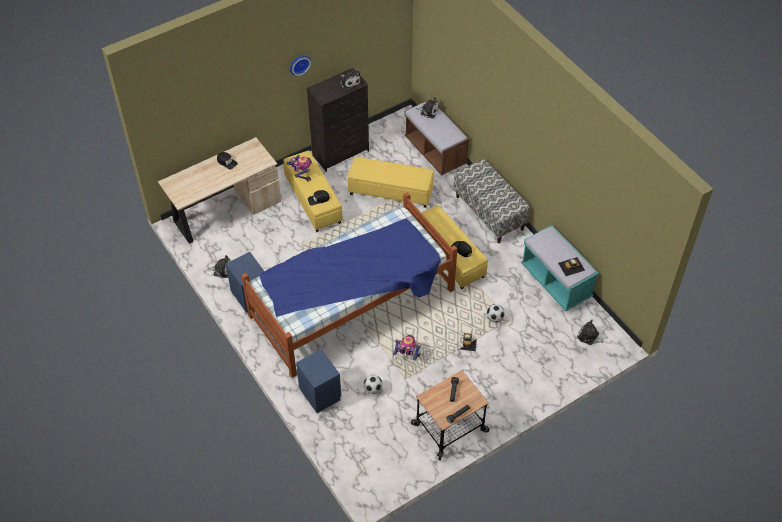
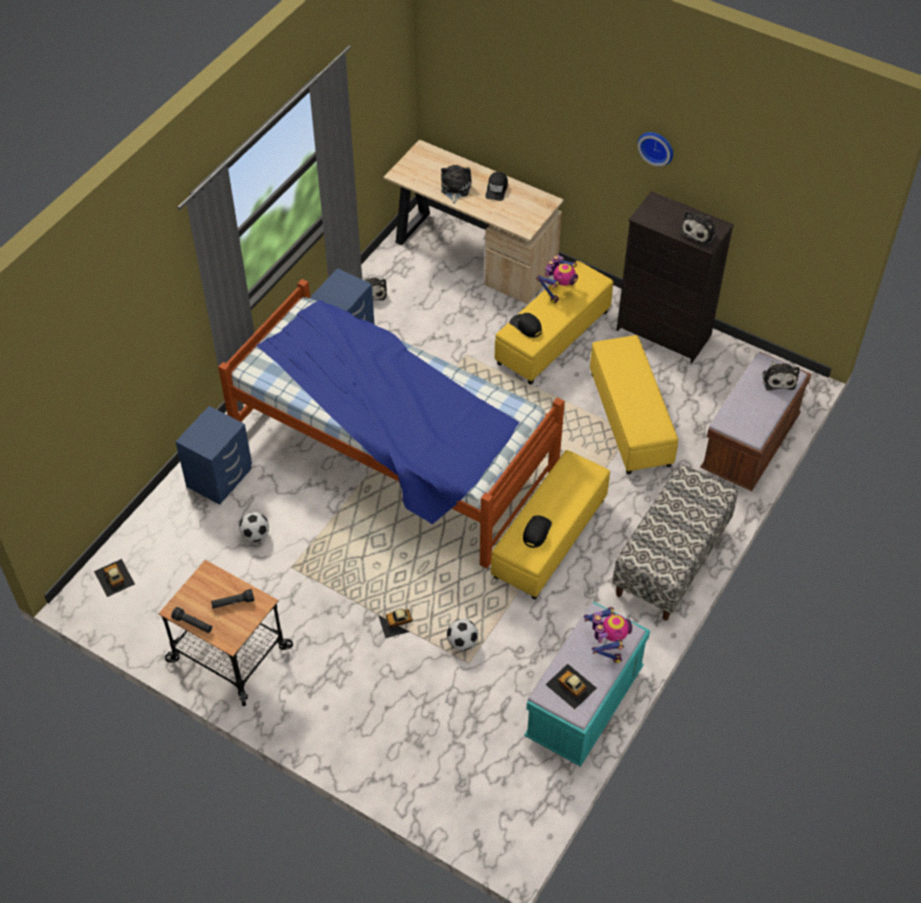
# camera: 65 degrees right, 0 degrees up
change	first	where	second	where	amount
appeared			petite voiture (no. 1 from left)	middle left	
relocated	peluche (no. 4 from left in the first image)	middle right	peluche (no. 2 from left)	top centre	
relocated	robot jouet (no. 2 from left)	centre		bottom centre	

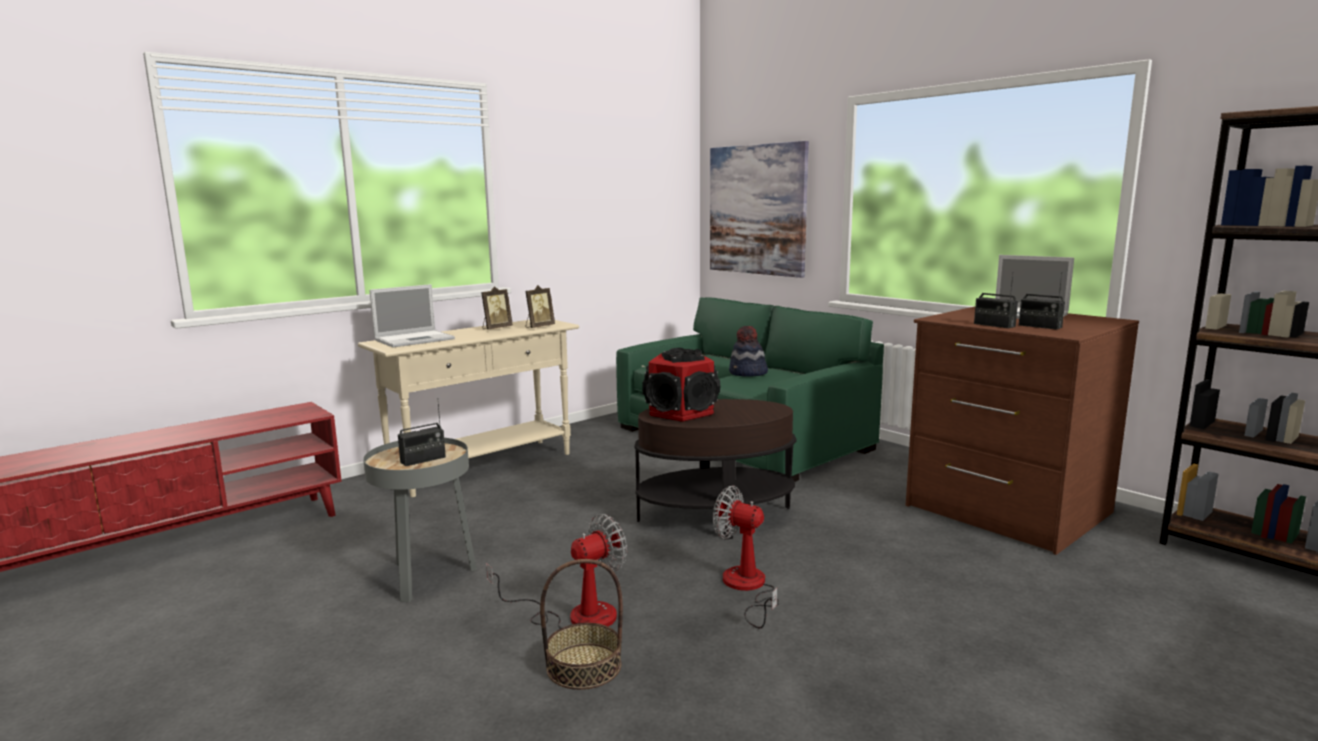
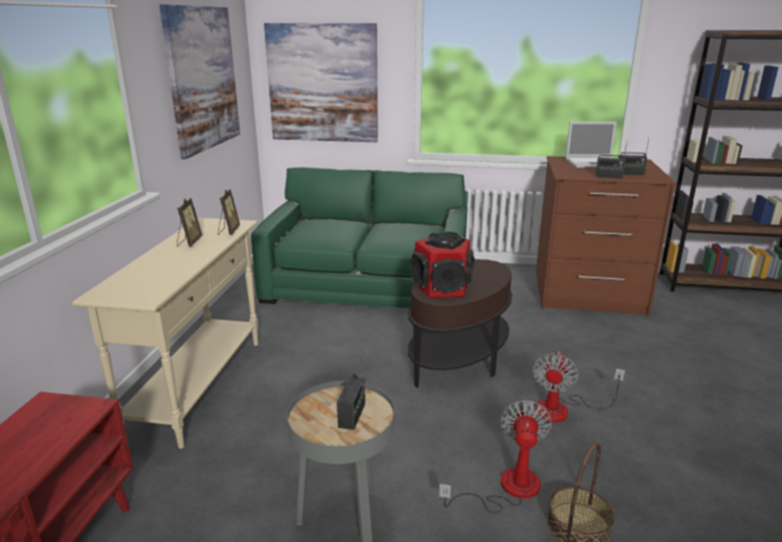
# camera: 40 degrees left, 10 degrees up
change	first	where	second	where	amount
appeared			tableau (no. 1 from left)	top left	
spun	ventilateur (no. 2 from left)	bottom centre		bottom right	60 degrees counterclockwise
missing	ordinateur portable (no. 1 from left)	middle left			
missing	chapeau	centre			

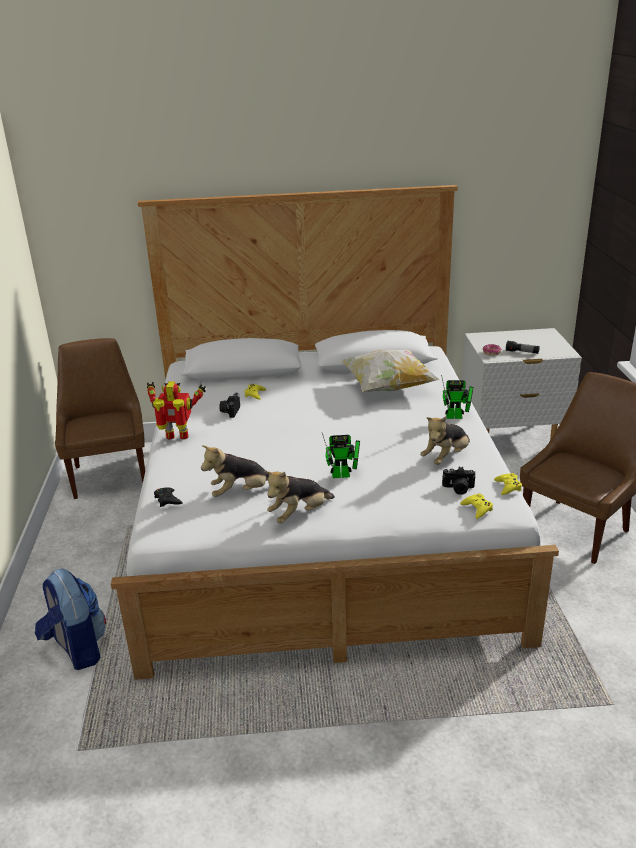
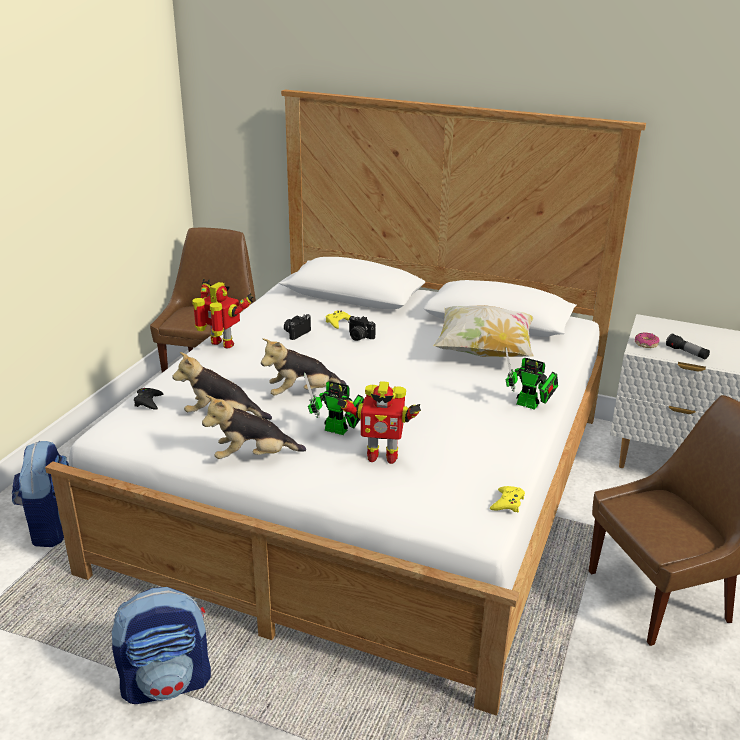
# camera: 25 degrees right, 0 degrees up
change	first	where	second	where	amount
appeared			sac à dos (no. 2 from left)	bottom left	
relocated	peluche (no. 3 from left)	middle right		centre	
appeared			robot jouet (no. 3 from left)	centre	
relocated	appareil photo (no. 2 from left)	middle right		centre	
missing	manette/jaune (no. 2 from left)	middle right			

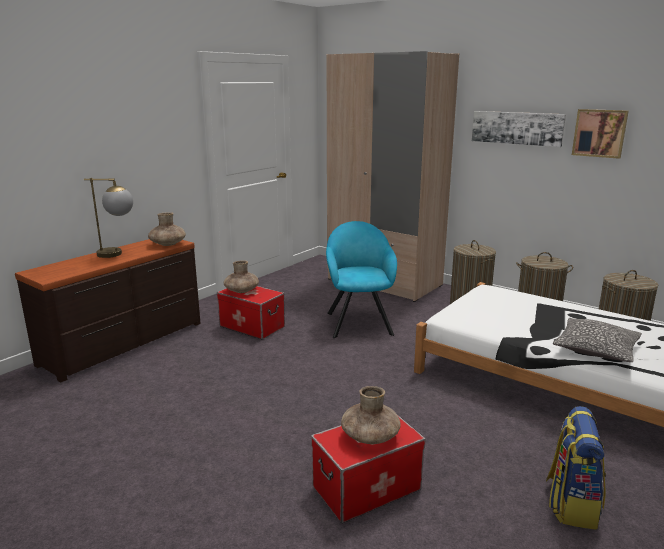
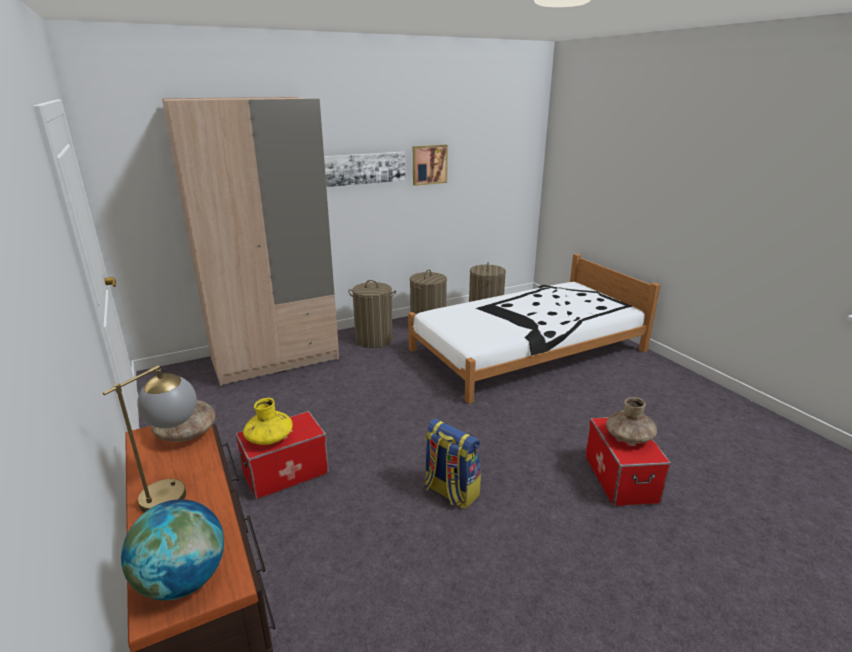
# camera: 65 degrees left, 5 degrees up
change	first	where	second	where	amount
appeared			globe	bottom left	
colour	vase/marron (no. 2 from left)	centre	vase/jaune	middle left	
relocated	sac à dos	bottom right		bottom centre	
missing	fauteuil/turquoise	centre			
missing	coussin	middle right			

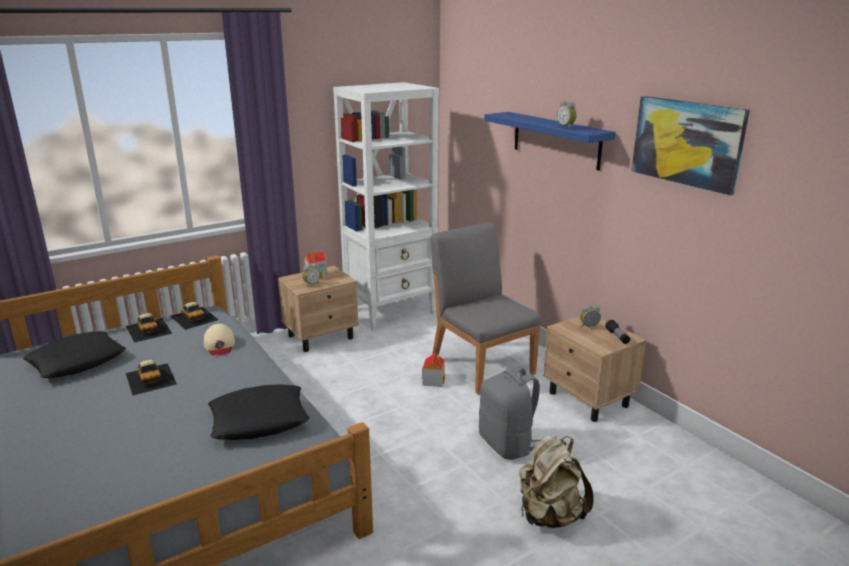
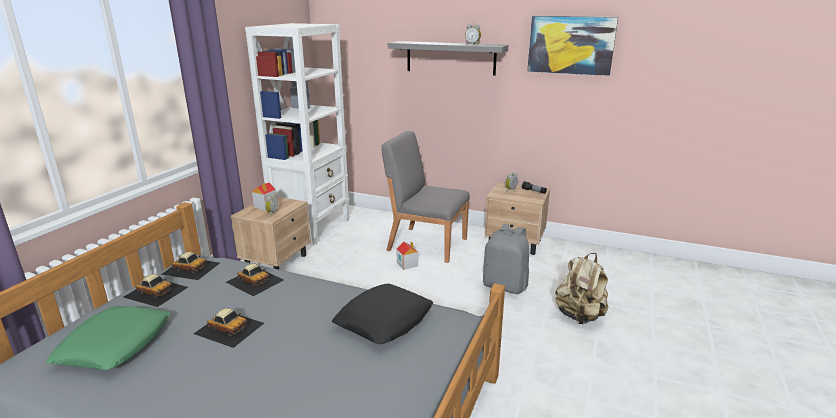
# camera: 35 degrees left, 0 degrees up
change	first	where	second	where	amount
colour	coussin/noir (no. 1 from left)	middle left	coussin/vert	bottom left	
exchanged	casquette/beige	middle left	petite voiture (no. 4 from left)	bottom left	
colour	étagère/bleu	top centre	étagère/gris	top centre	

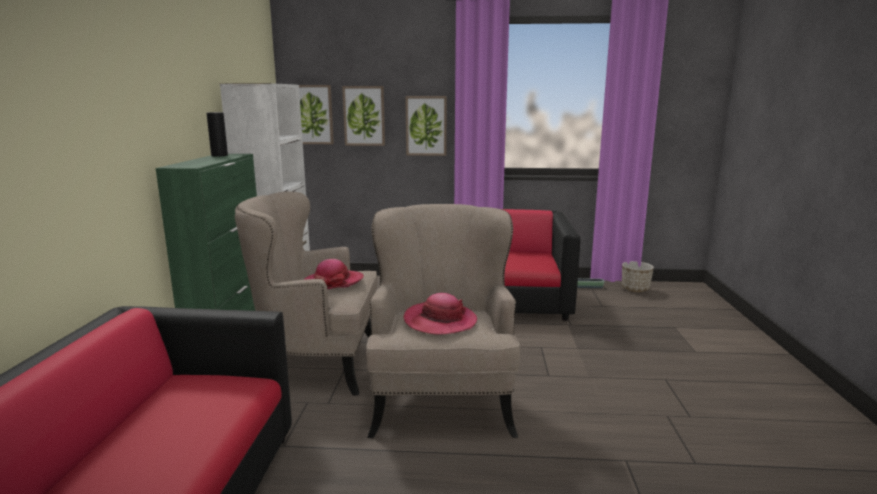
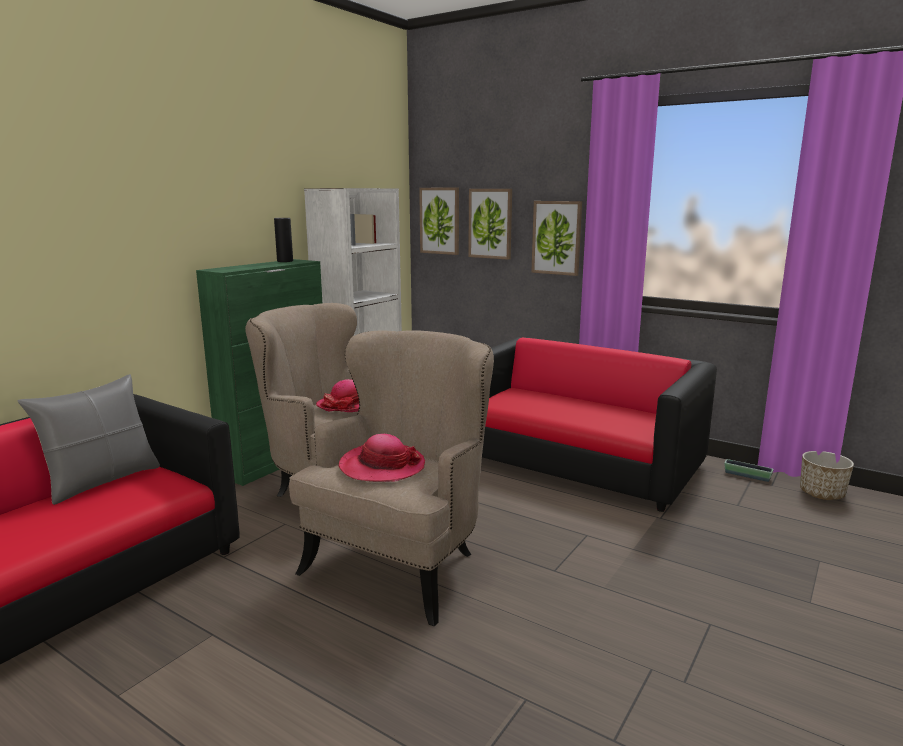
# camera: 30 degrees right, 0 degrees up
change	first	where	second	where	amount
appeared			coussin/gris	middle left	

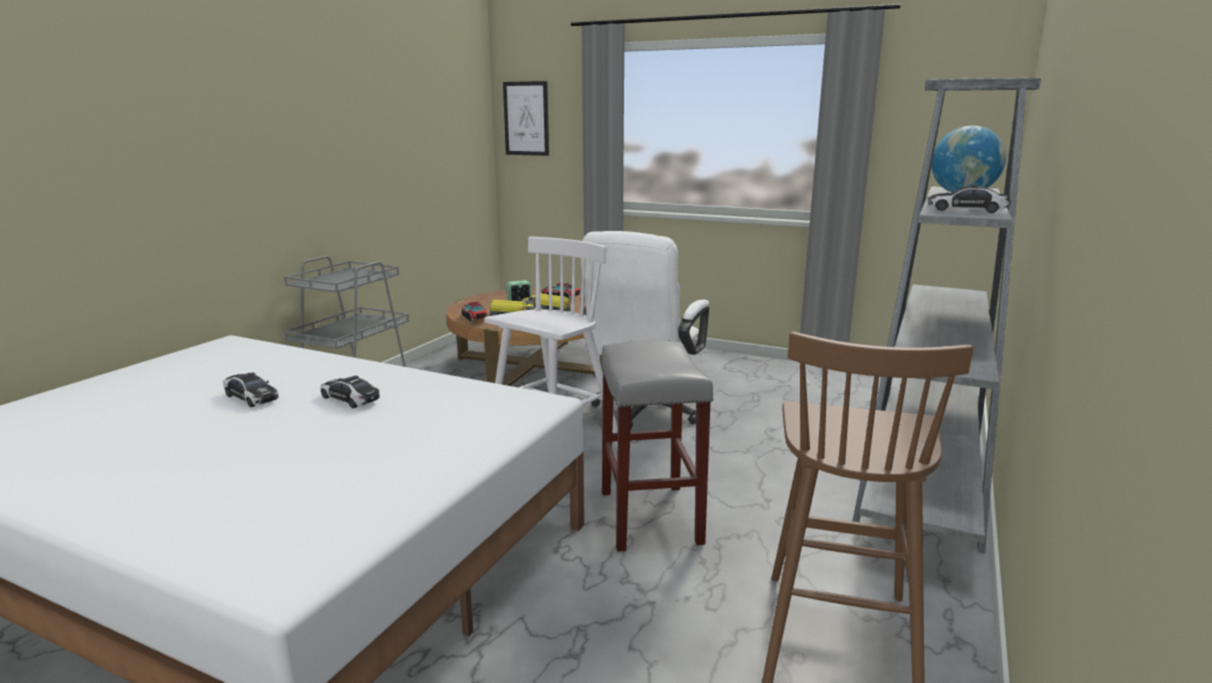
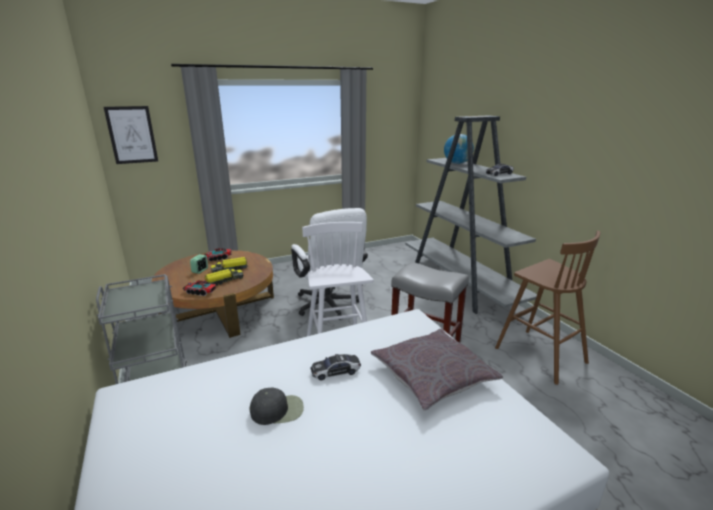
# camera: 50 degrees left, 5 degrees up
change	first	where	second	where	amount
exchanged	petite voiture (no. 1 from left)	middle left	casquette/noir	bottom centre	
appeared			coussin/gris	bottom centre	

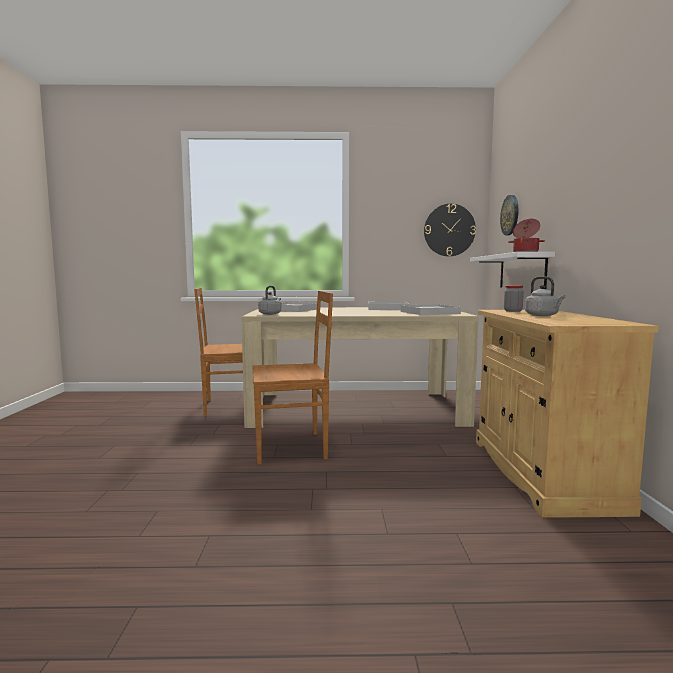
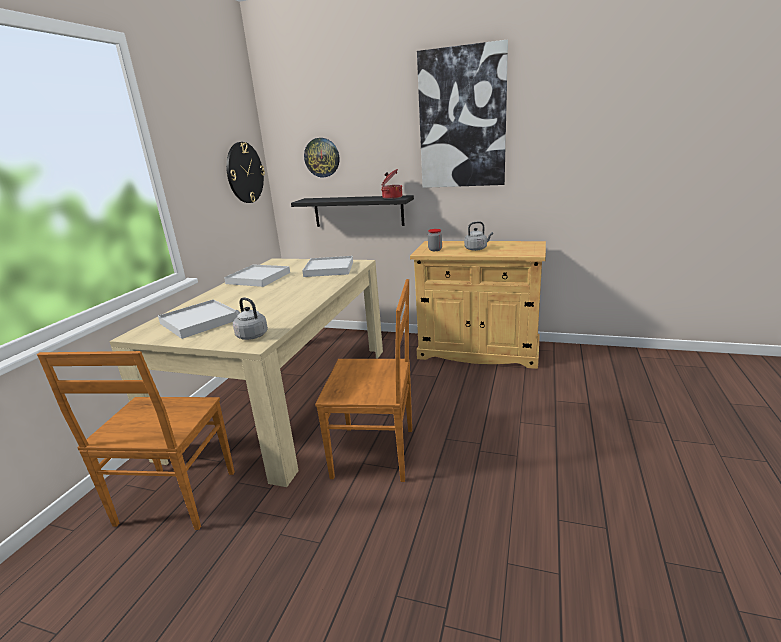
# camera: 70 degrees left, 15 degrees up
change	first	where	second	where	amount
colour	étagère/blanc	middle right	étagère/noir	top centre	
spun	chaise/marron (no. 2 from left)	centre		centre	90 degrees clockwise
appeared			tableau	top centre	

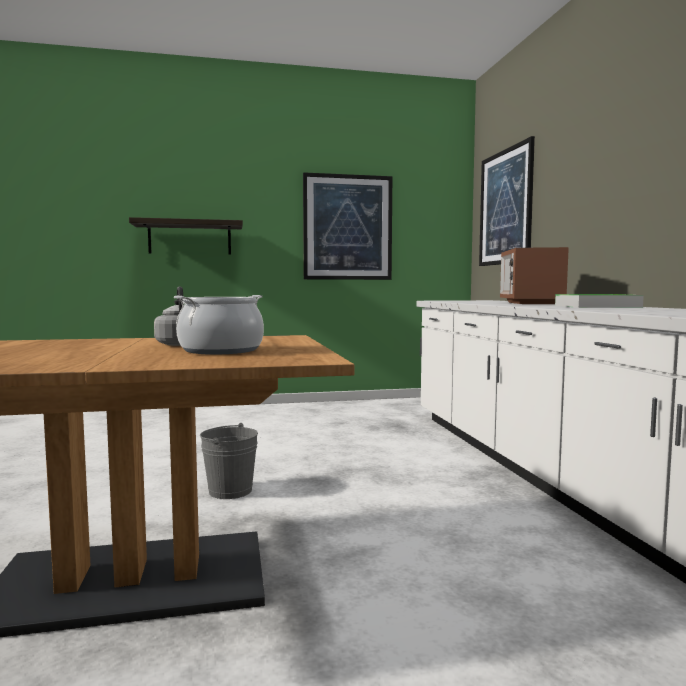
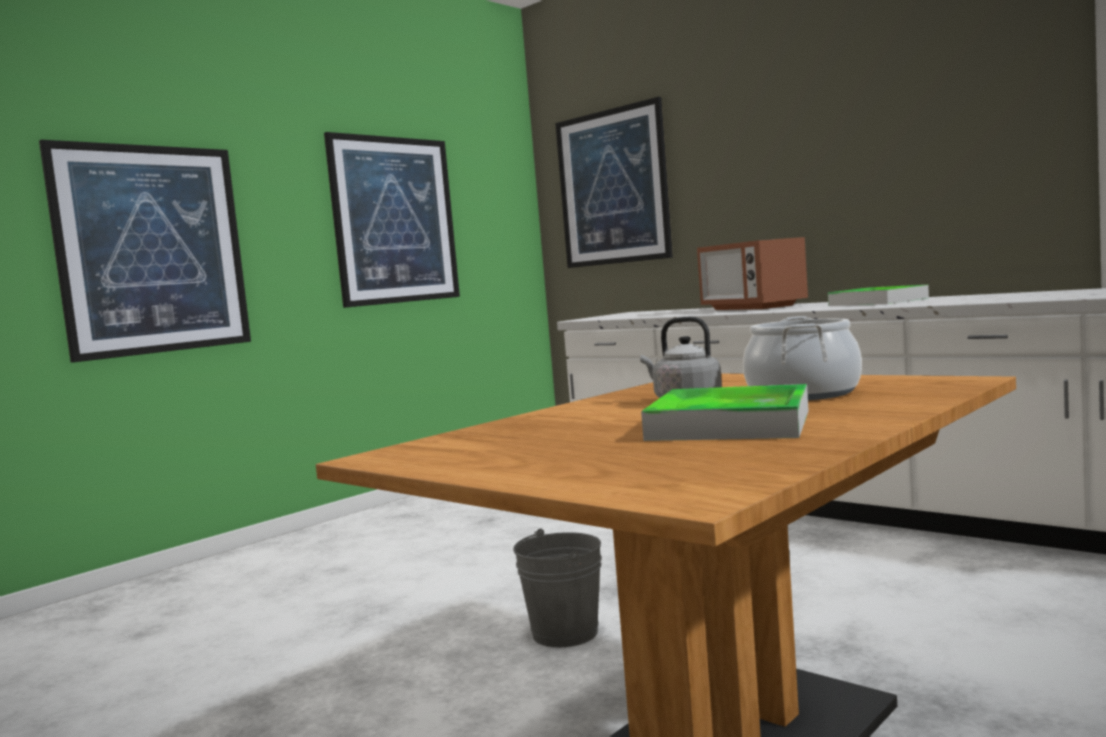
# camera: 35 degrees left, 0 degrees up
change	first	where	second	where	amount
exchanged	étagère	middle left	tableau (no. 1 from left)	middle left	
appeared			plateau (no. 1 from left)	centre	

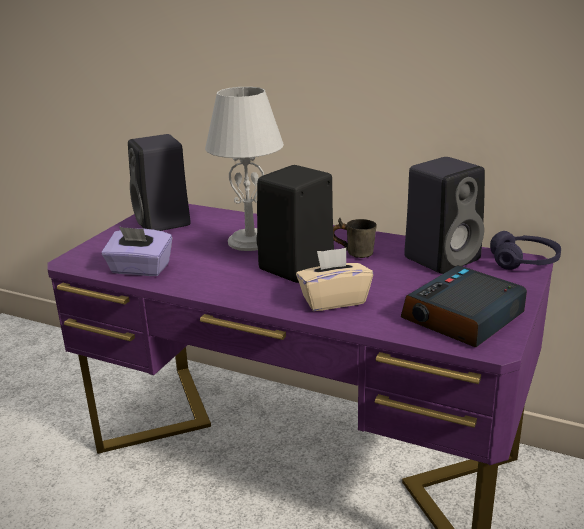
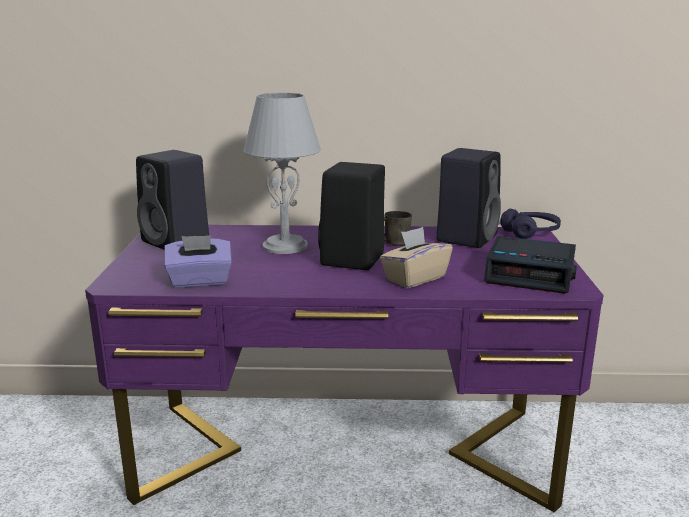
# camera: 25 degrees left, 5 degrees down
change	first	where	second	where	amount
spun	réveil	middle right		middle right	90 degrees counterclockwise

